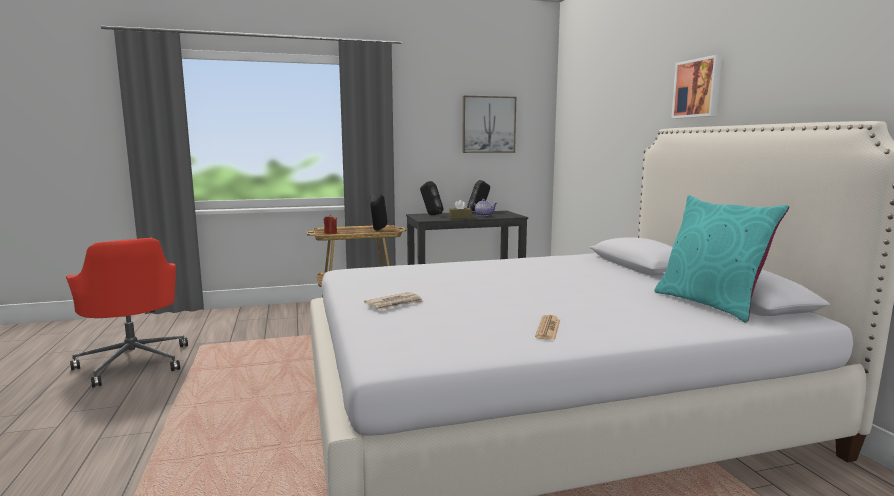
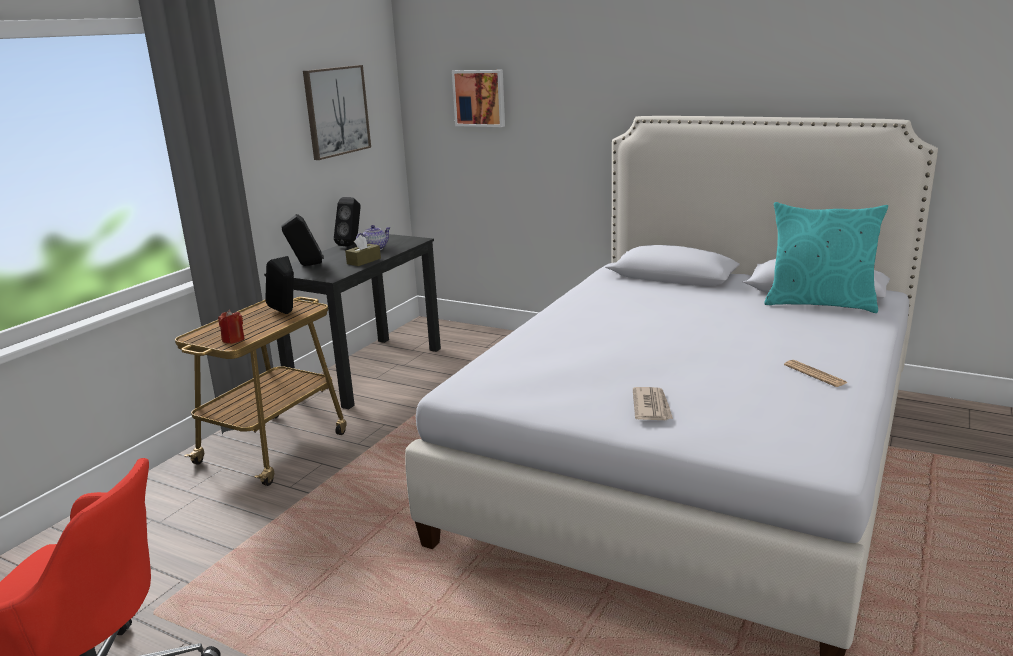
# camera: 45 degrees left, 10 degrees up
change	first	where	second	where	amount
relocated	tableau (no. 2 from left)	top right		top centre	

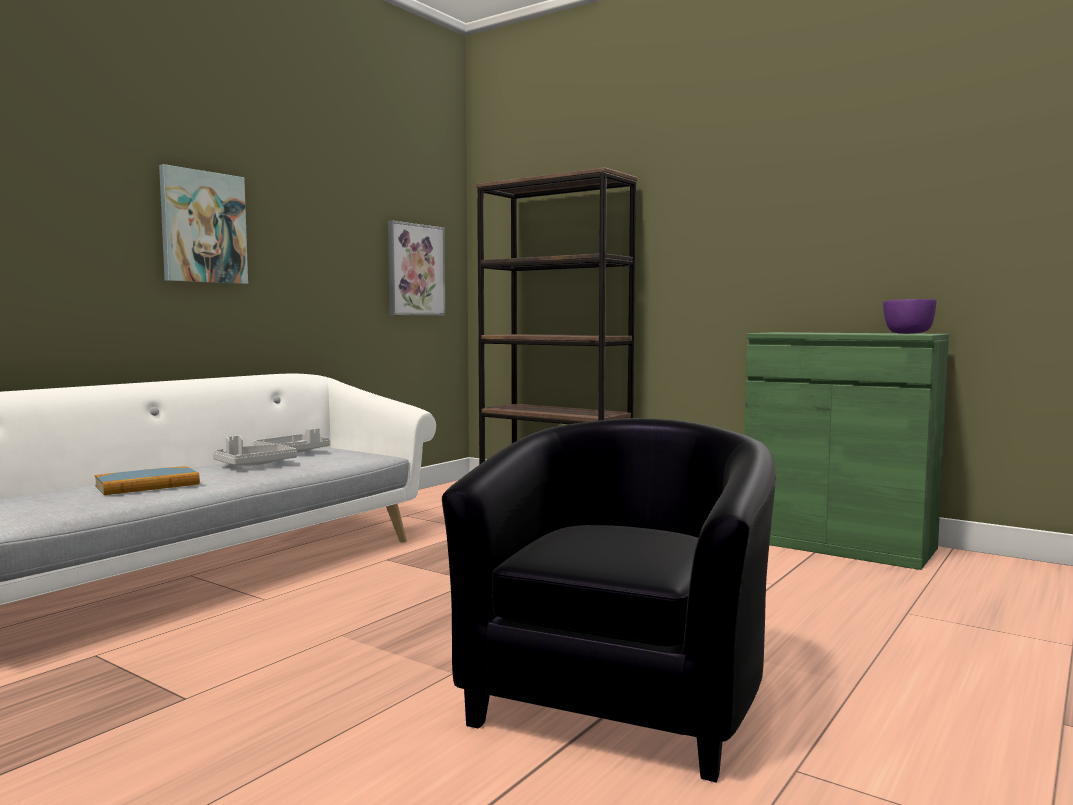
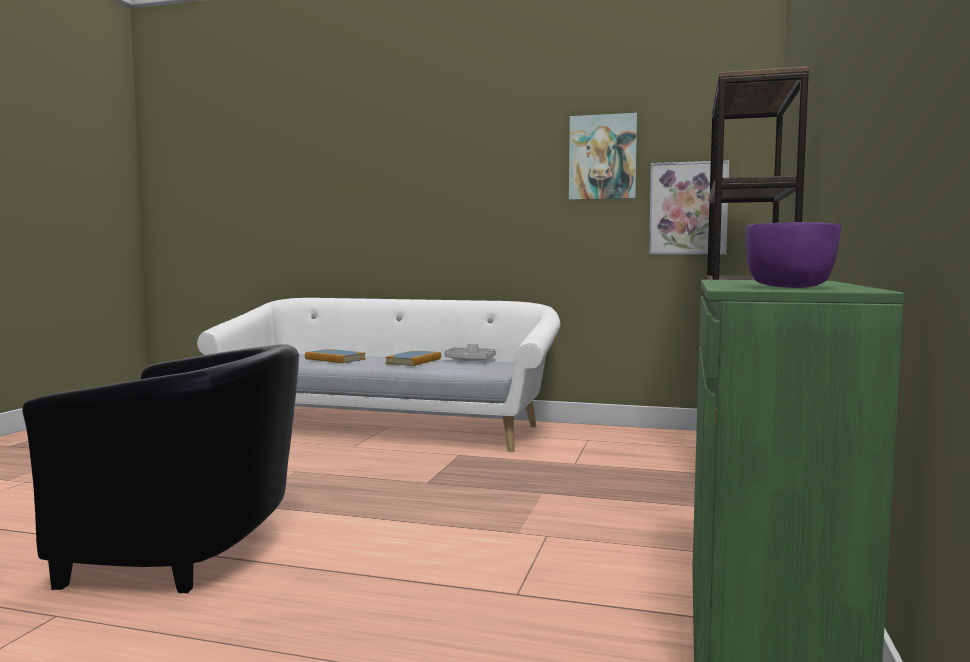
# camera: 70 degrees right, 0 degrees up
change	first	where	second	where	amount
exchanged	plateau/gris (no. 1 from left)	middle left	livre (no. 2 from left)	centre	
relocated	tableau (no. 1 from left)	top left		top centre	

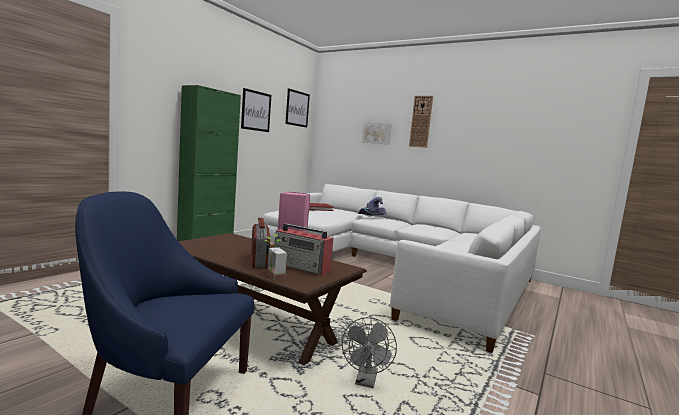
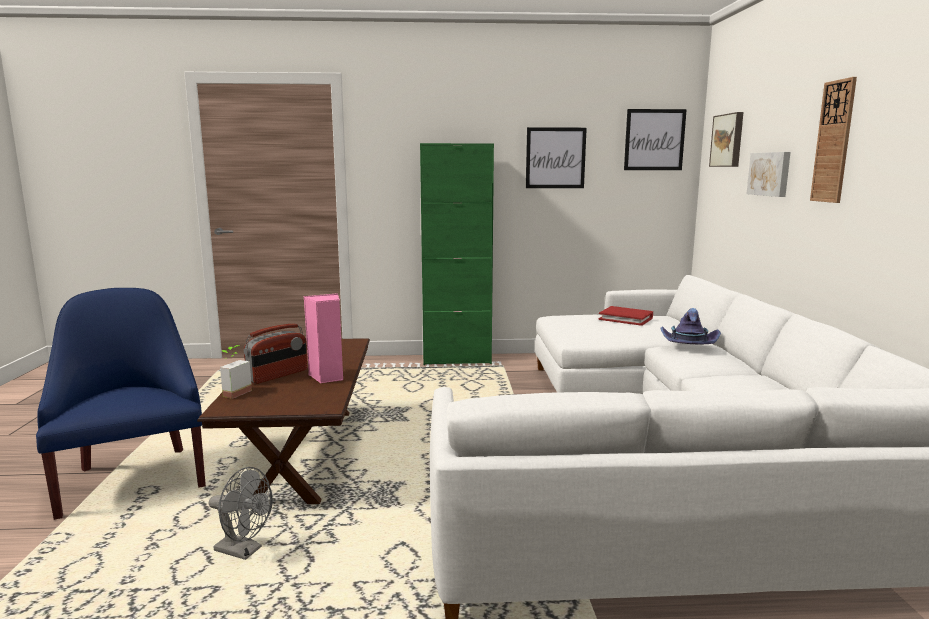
# camera: 55 degrees right, 5 degrees up
change	first	where	second	where	amount
spun	ventilateur/gris	bottom centre		bottom left	135 degrees counterclockwise
appeared			tableau (no. 3 from left)	top right	
missing	radio (no. 2 from left)	centre			

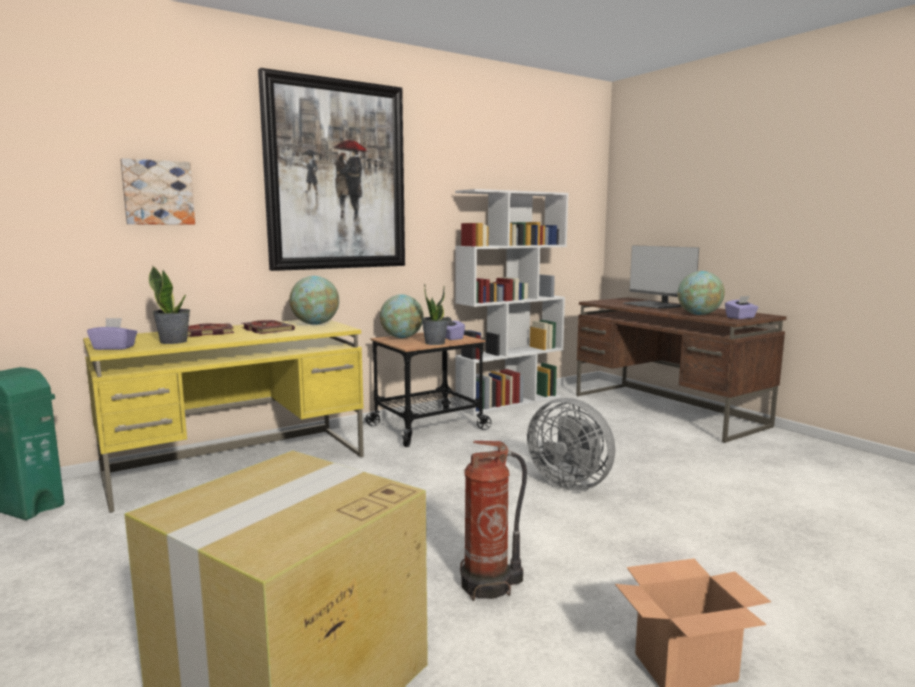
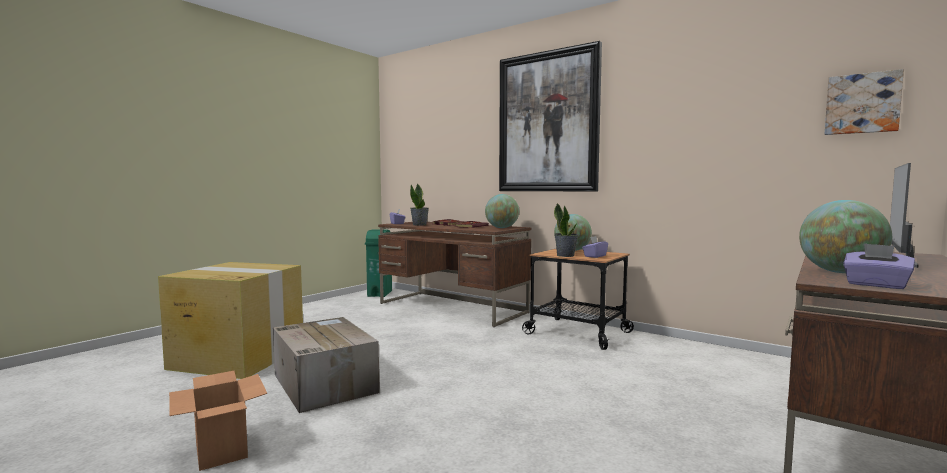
# camera: 70 degrees right, 5 degrees down
change	first	where	second	where	amount
exchanged	extincteur	bottom centre	carton (no. 3 from left)	bottom centre	
colour	bureau/jaune	middle left	bureau/marron (no. 1 from left)	centre	
relocated	tableau (no. 1 from left in the first image)	top left	tableau (no. 2 from left)	top right	
missing	bibliothèque/blanc	centre			
missing	ventilateur/gris	centre			

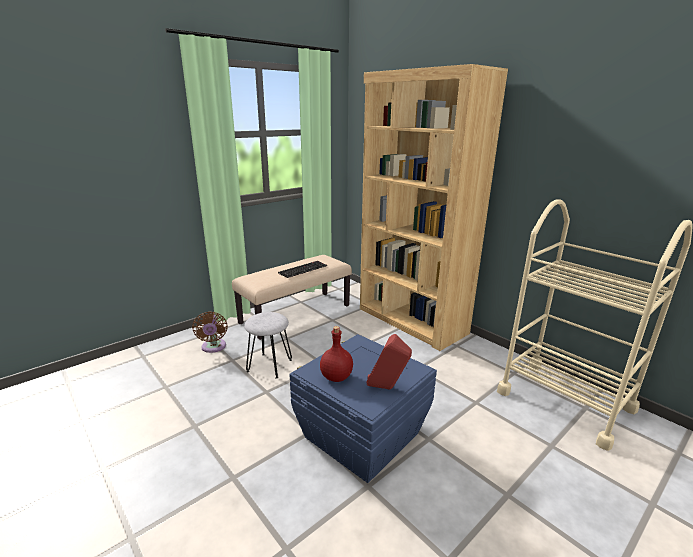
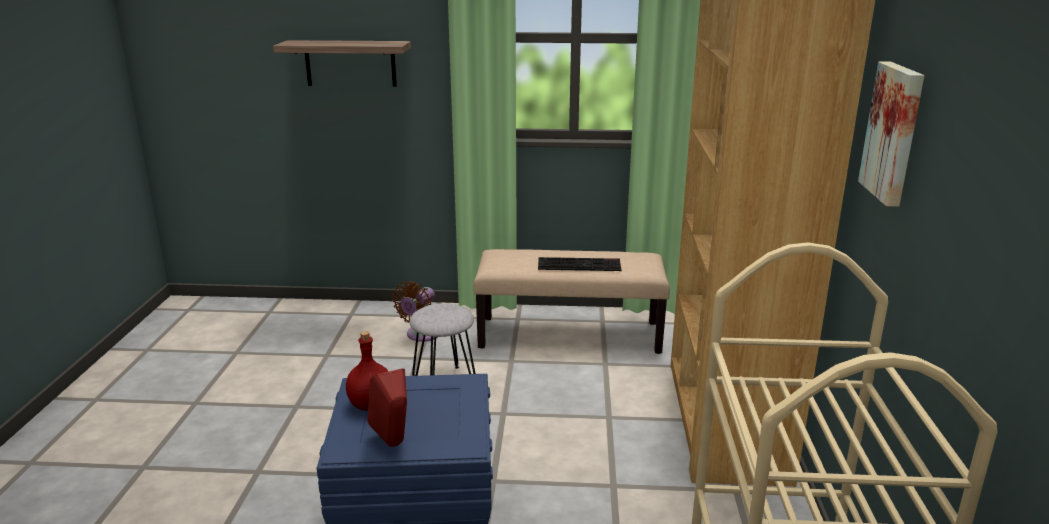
# camera: 45 degrees right, 0 degrees up
change	first	where	second	where	amount
appeared			étagère	top left	
appeared			tableau	top right	

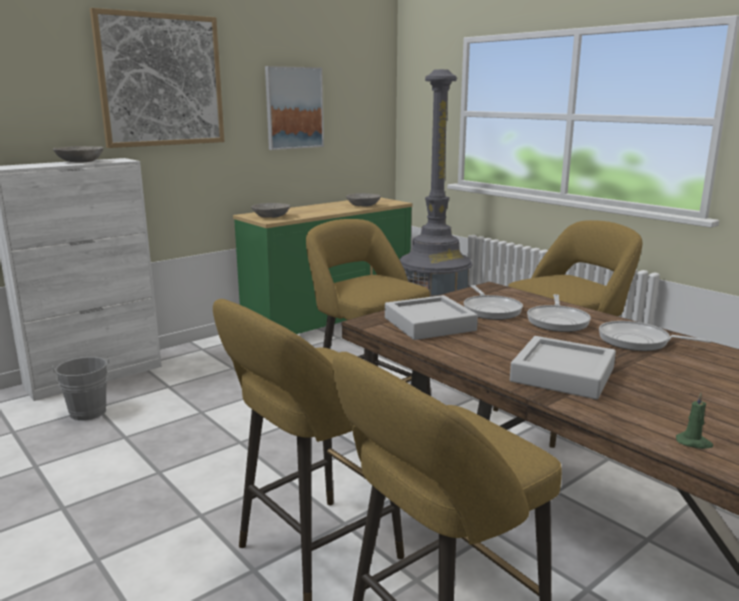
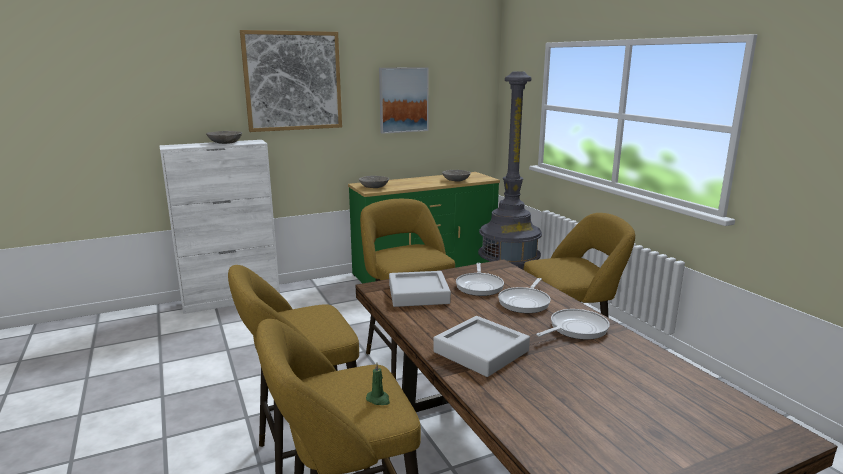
# camera: 15 degrees right, 0 degrees up
change	first	where	second	where	amount
relocated	bougie/vert	bottom right		bottom centre	
spun	poêle (no. 3 from left)	middle right		bottom right	105 degrees clockwise
missing	seau/gris	middle left			

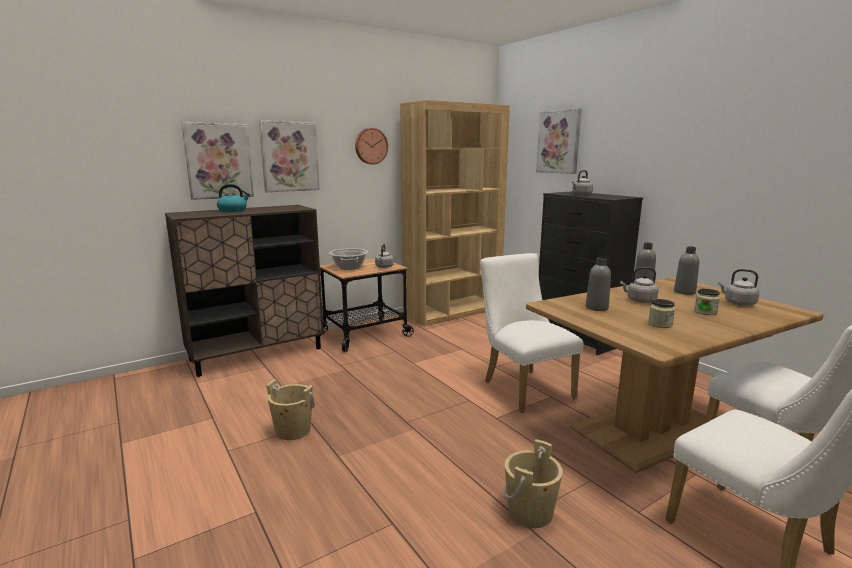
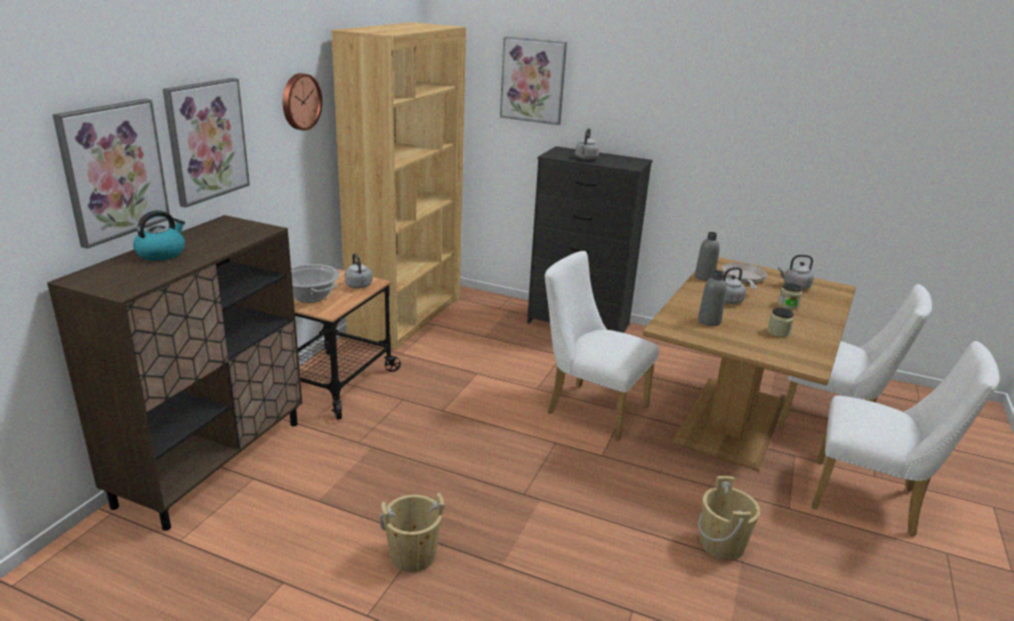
# camera: 35 degrees left, 10 degrees up
change	first	where	second	where	amount
exchanged	bouteille/gris (no. 3 from left)	middle right	poêle	middle right	

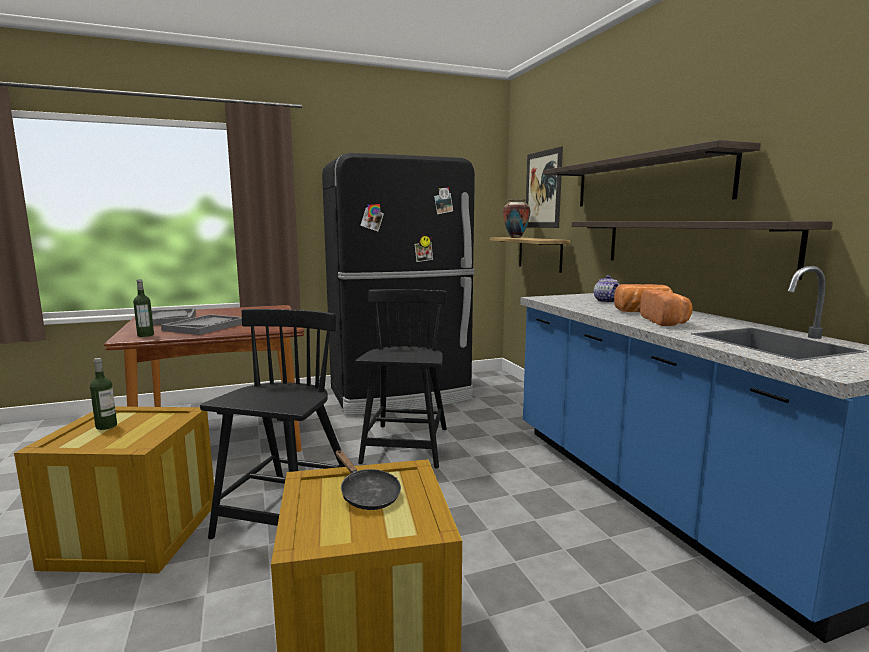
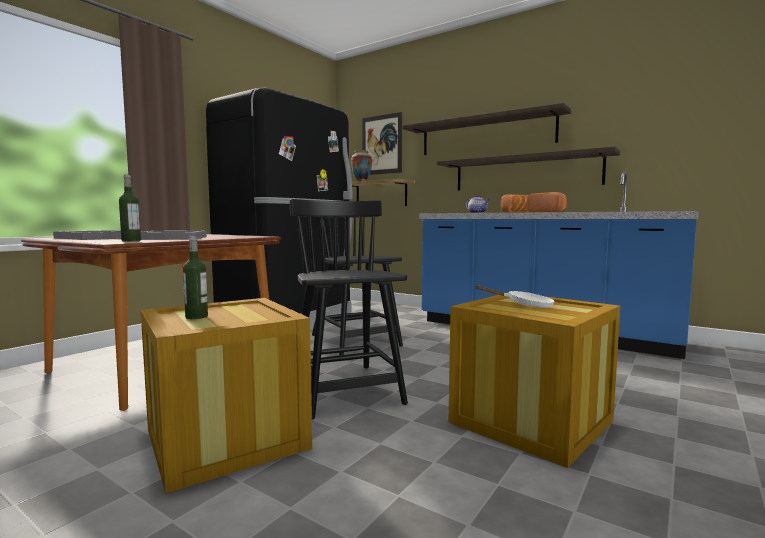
# camera: 35 degrees left, 5 degrees down
change	first	where	second	where	amount
colour	poêle/noir	bottom centre	poêle/blanc	middle right	

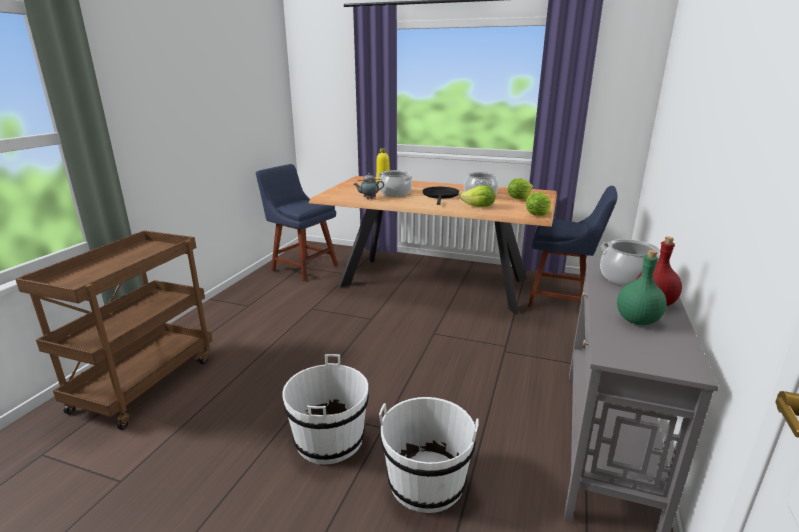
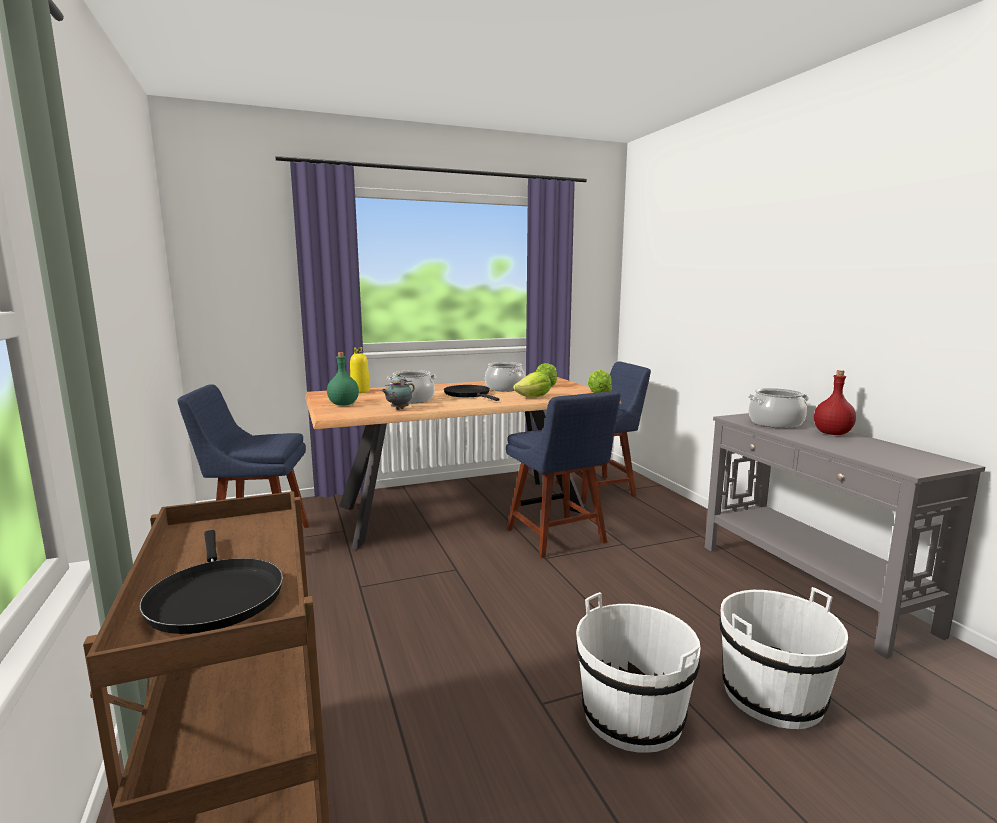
# camera: 40 degrees left, 10 degrees down
change	first	where	second	where	amount
appeared			poêle/noir (no. 1 from left)	bottom left	
relocated	bouteille/vert	middle right		centre	
appeared			chaise/bleu (no. 2 from left)	centre	

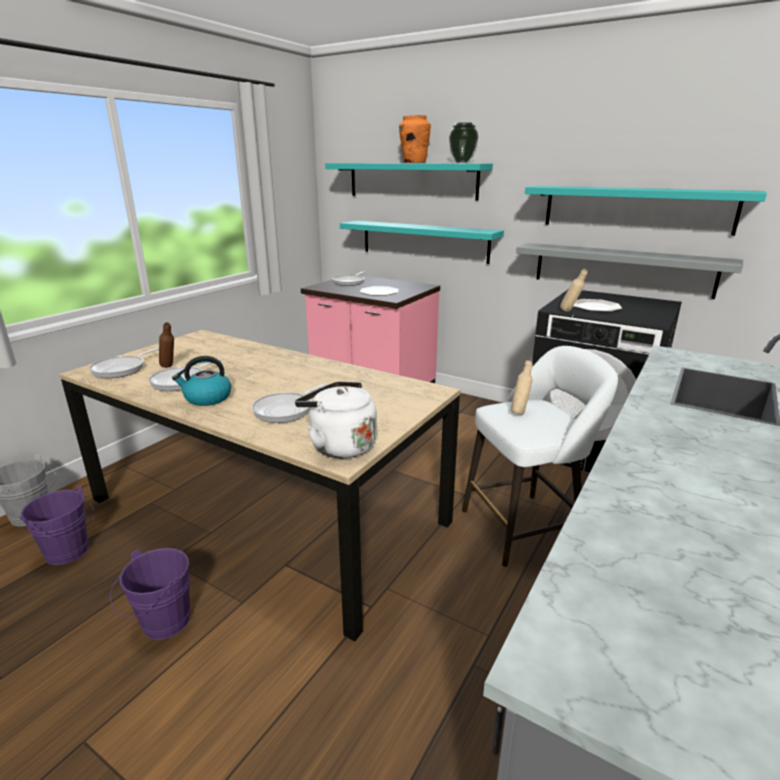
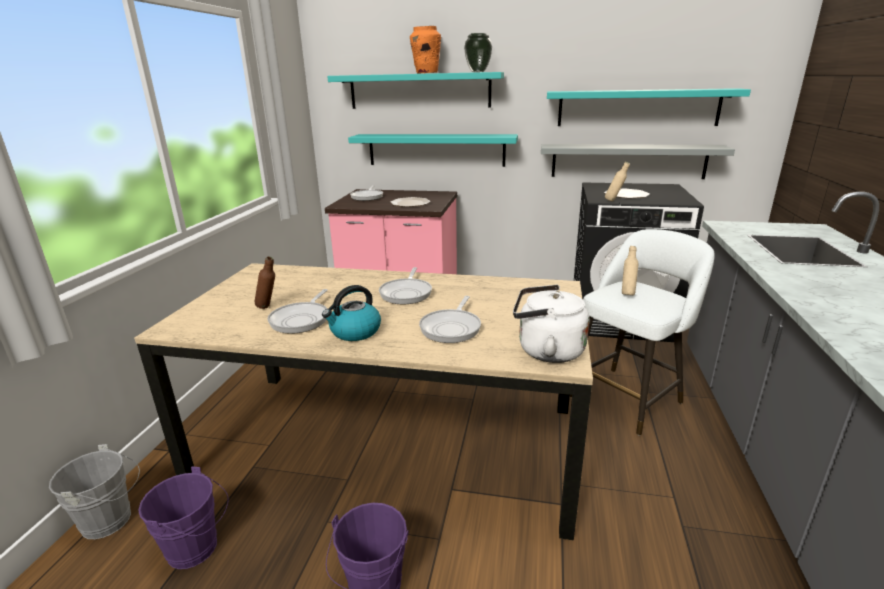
# camera: 20 degrees left, 0 degrees up
change	first	where	second	where	amount
relocated	poêle (no. 1 from left in the first image)	middle left	poêle (no. 3 from left)	centre	

